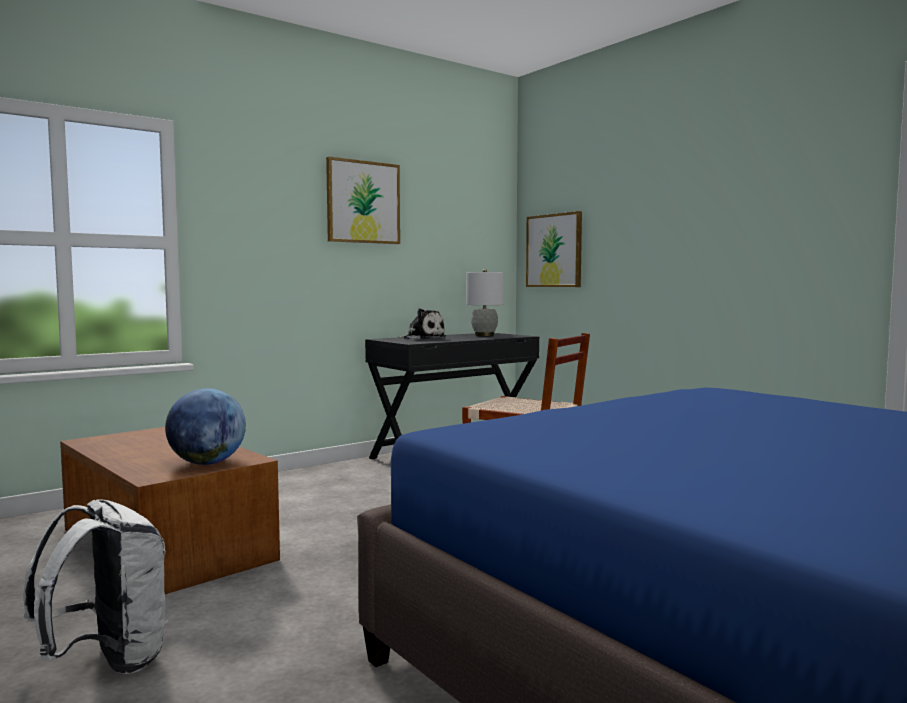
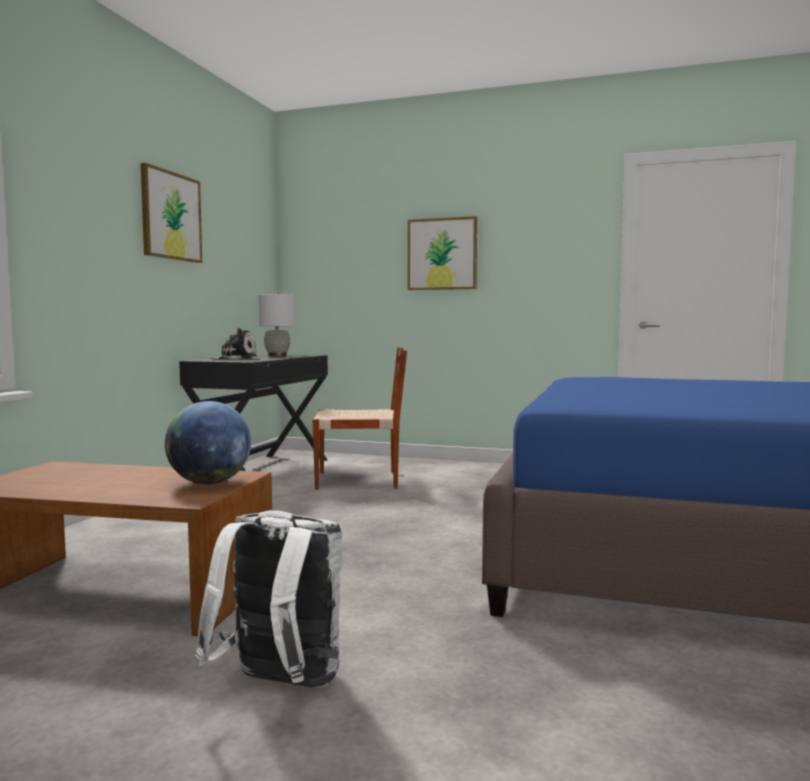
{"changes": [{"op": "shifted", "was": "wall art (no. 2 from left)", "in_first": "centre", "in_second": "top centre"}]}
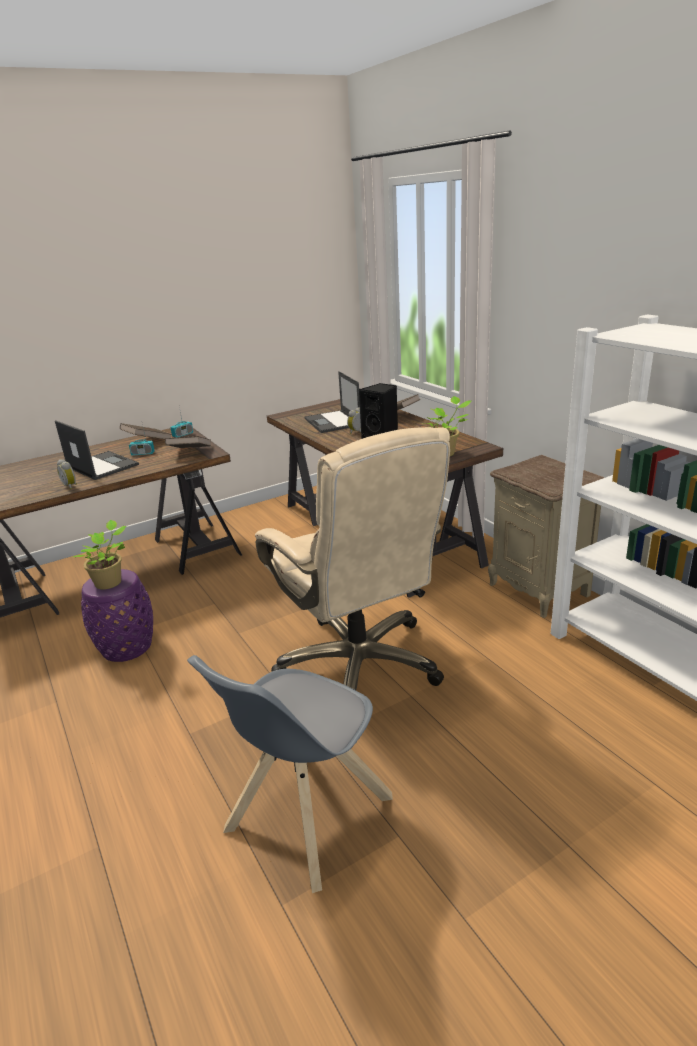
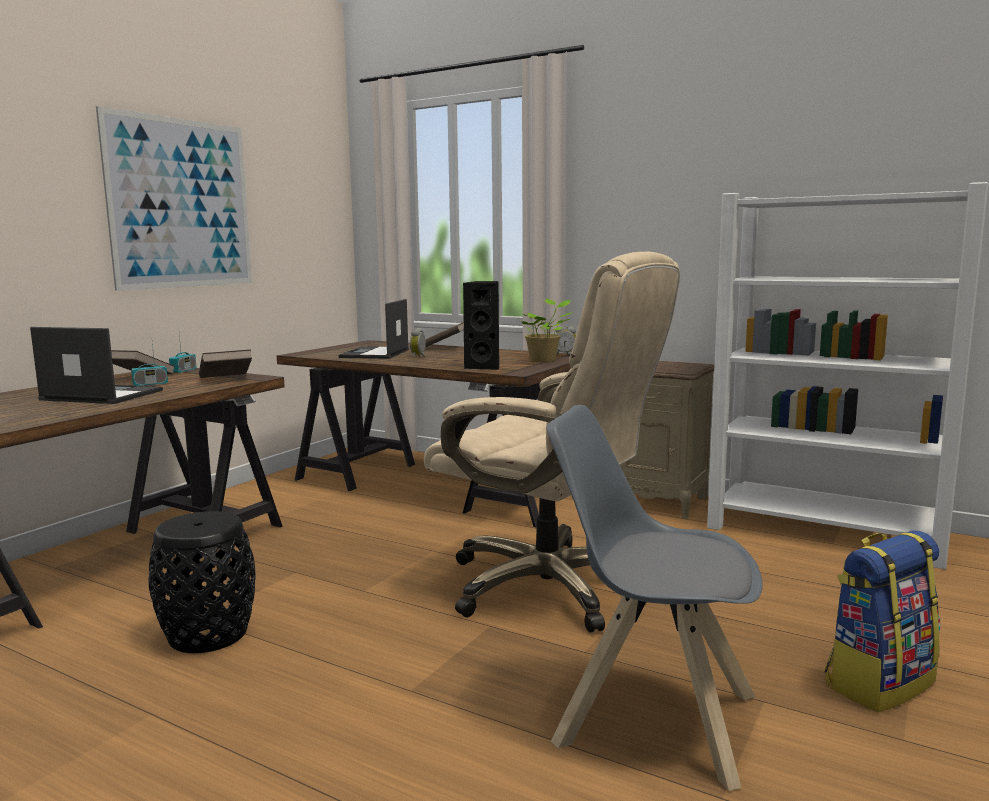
{"changes": [{"op": "gone", "was": "potted plant (no. 1 from left)", "in_first": "middle left"}, {"op": "new", "now": "wall art", "in_second": "top left"}, {"op": "new", "now": "backpack", "in_second": "bottom right"}, {"op": "shifted", "was": "bedside clock (no. 1 from left in the first image)", "now": "bedside clock (no. 2 from left)", "in_first": "middle left", "in_second": "centre"}, {"op": "repainted", "was": "purplish sitting stool", "now": "blackish sitting stool", "in_first": "middle left", "in_second": "bottom left"}, {"op": "rotated", "was": "greyish upright chair", "in_first": "bottom centre", "in_second": "bottom centre", "clockwise": 105}, {"op": "rotated", "was": "notebook computer (no. 2 from left)", "in_first": "centre", "in_second": "centre", "clockwise": 60}]}
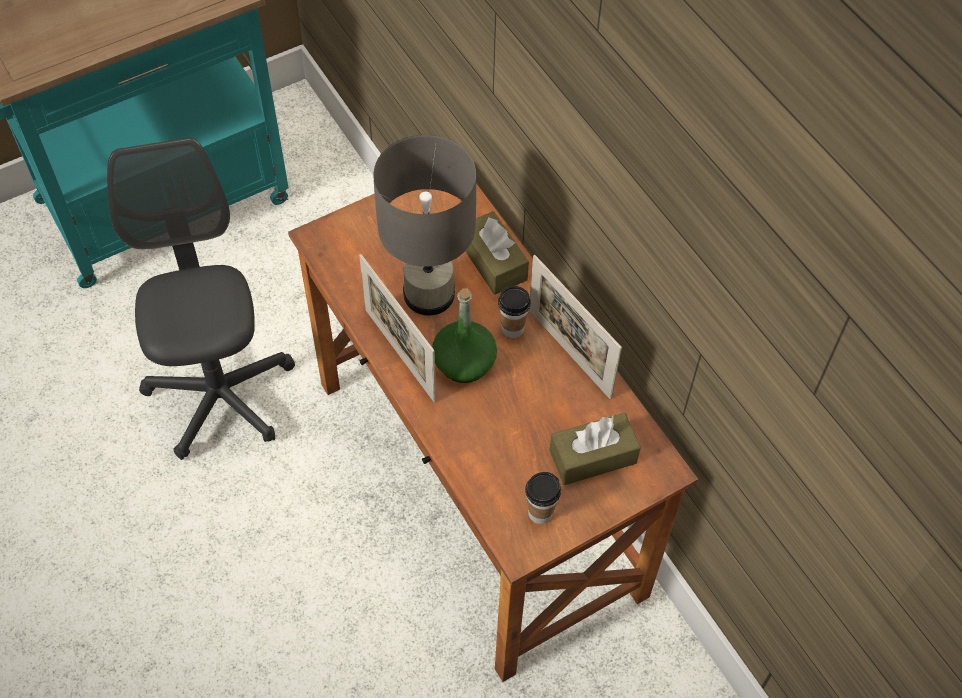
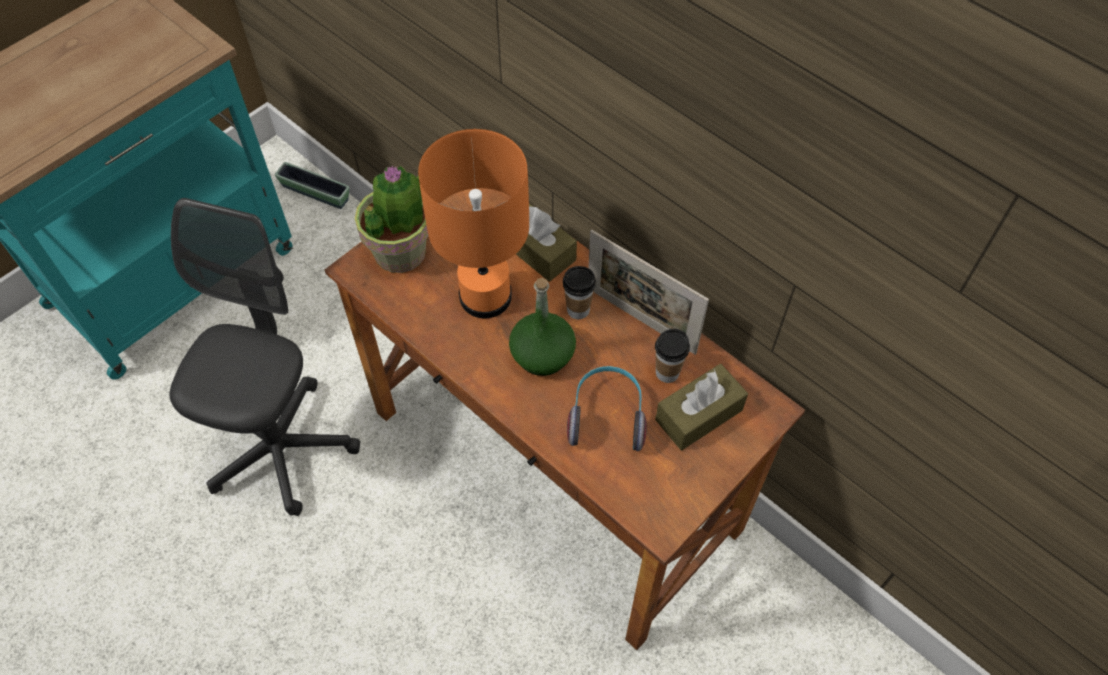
{"changes": [{"op": "gone", "was": "photo frame (no. 1 from left)", "in_first": "centre"}, {"op": "new", "now": "planter", "in_second": "top left"}, {"op": "new", "now": "potted plant", "in_second": "top centre"}, {"op": "new", "now": "pair of headphones", "in_second": "centre"}, {"op": "shifted", "was": "drinking cup (no. 2 from left)", "in_first": "bottom centre", "in_second": "centre"}, {"op": "repainted", "was": "greyish table lamp", "now": "orange-coloured table lamp", "in_first": "top centre", "in_second": "top centre"}, {"op": "rotated", "was": "greyish office chair", "in_first": "middle left", "in_second": "middle left", "clockwise": 45}]}
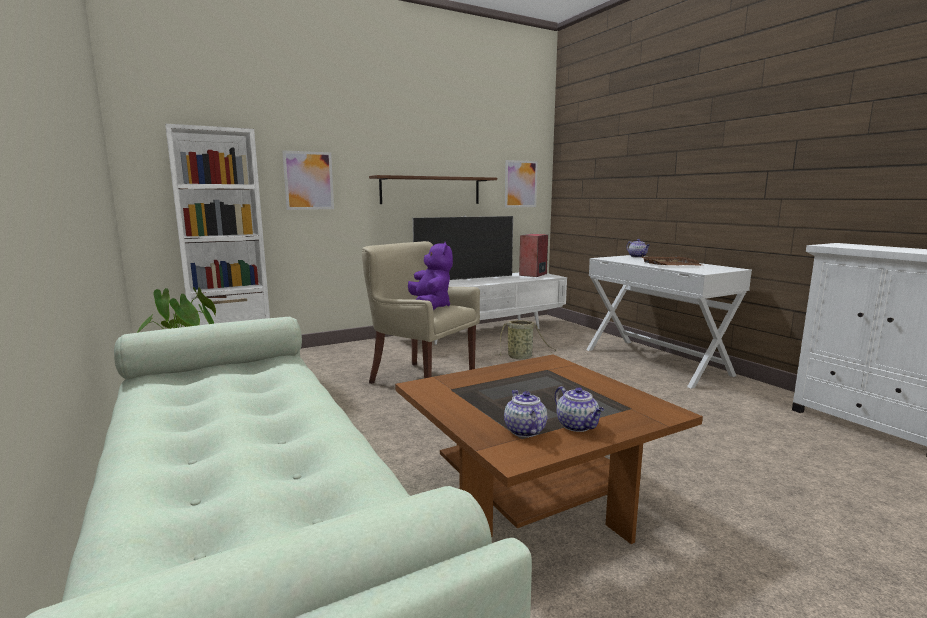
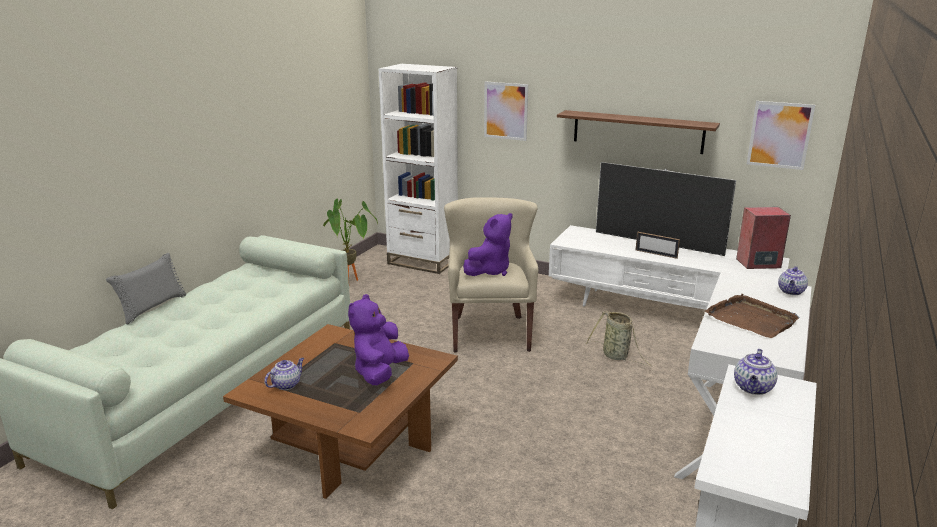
{"changes": [{"op": "new", "now": "greyish throw pillow", "in_second": "middle left"}, {"op": "new", "now": "purplish plush toy (no. 1 from left)", "in_second": "centre"}, {"op": "new", "now": "photo frame", "in_second": "middle right"}, {"op": "shifted", "was": "pot for tea (no. 2 from left)", "in_first": "centre", "in_second": "bottom right"}]}
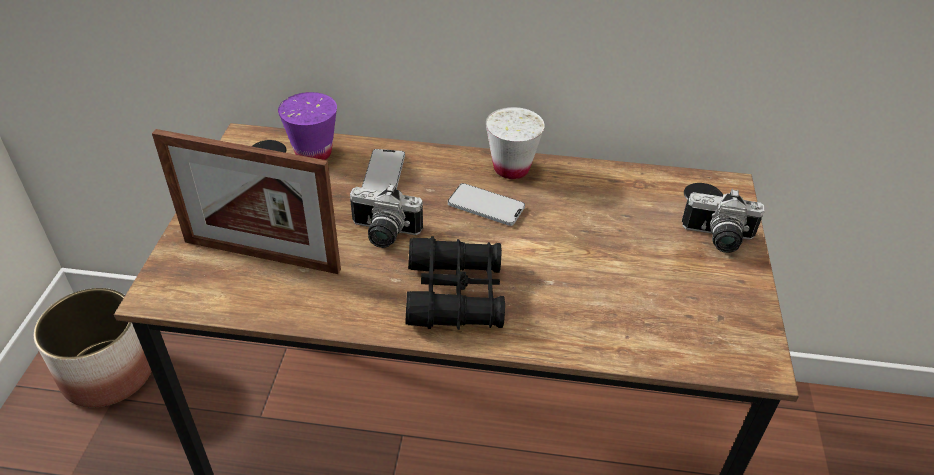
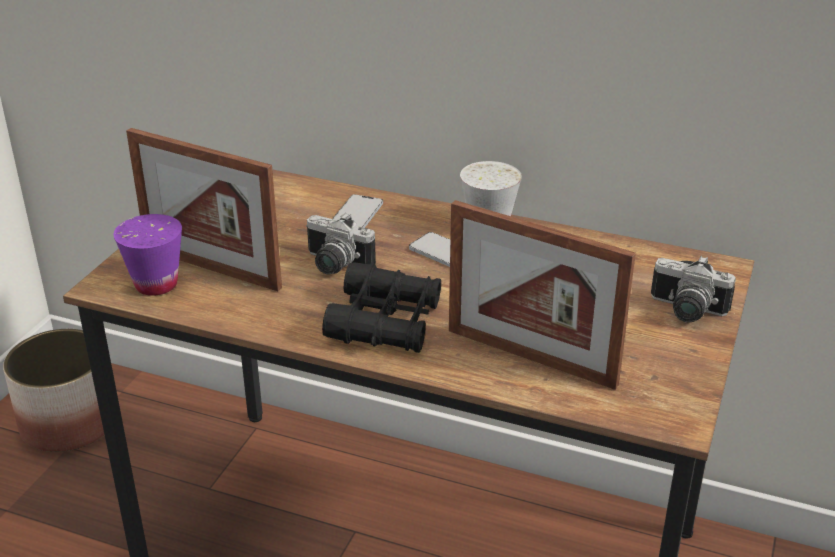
{"changes": [{"op": "new", "now": "photo frame (no. 2 from left)", "in_second": "centre"}, {"op": "shifted", "was": "purplish drinking cup", "in_first": "top left", "in_second": "middle left"}]}
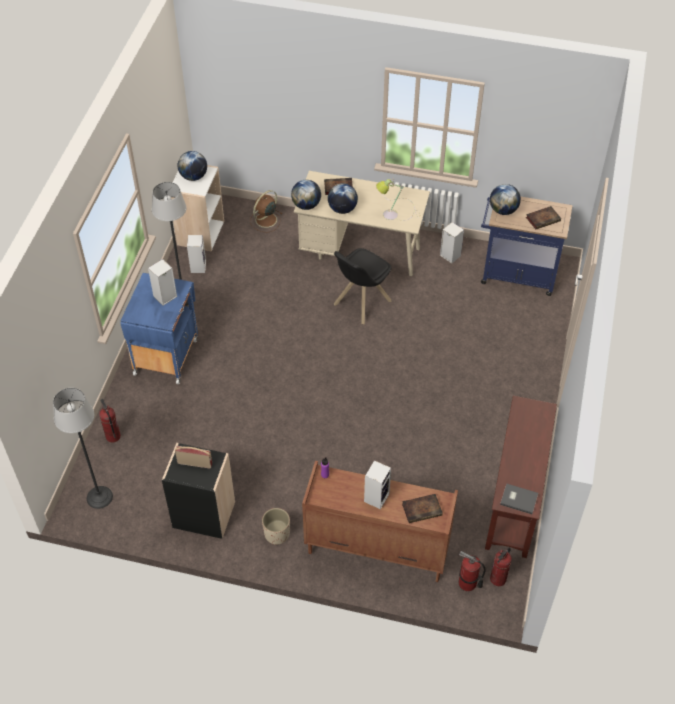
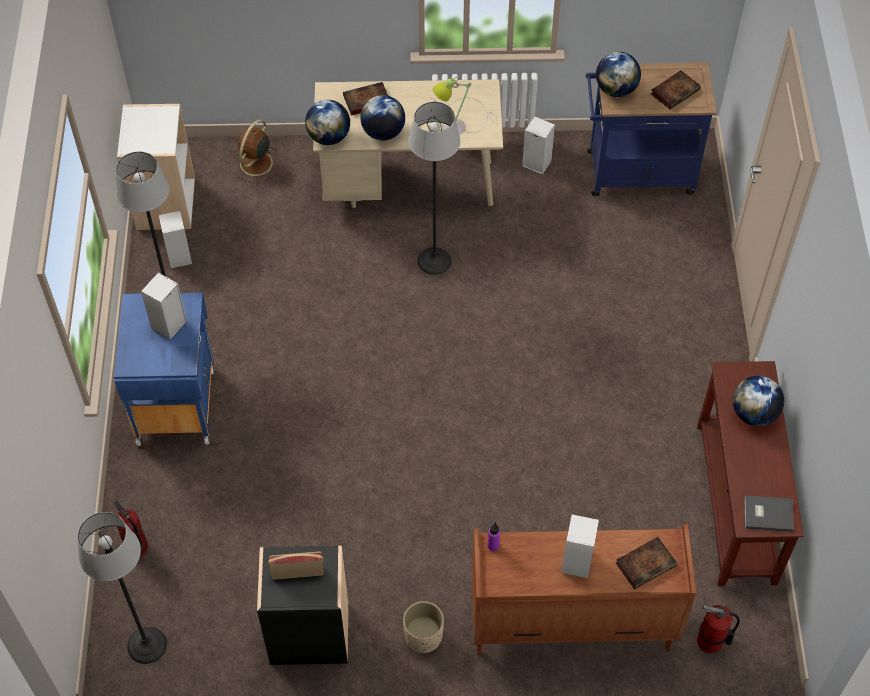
{"changes": [{"op": "gone", "was": "fire extinguisher (no. 3 from left)", "in_first": "bottom right"}, {"op": "shifted", "was": "world globe (no. 1 from left in the first image)", "now": "world globe (no. 4 from left)", "in_first": "top left", "in_second": "middle right"}, {"op": "swapped", "was": "blackish upright chair", "now": "standing lamp (no. 3 from left)", "in_first": "centre", "in_second": "top centre"}]}
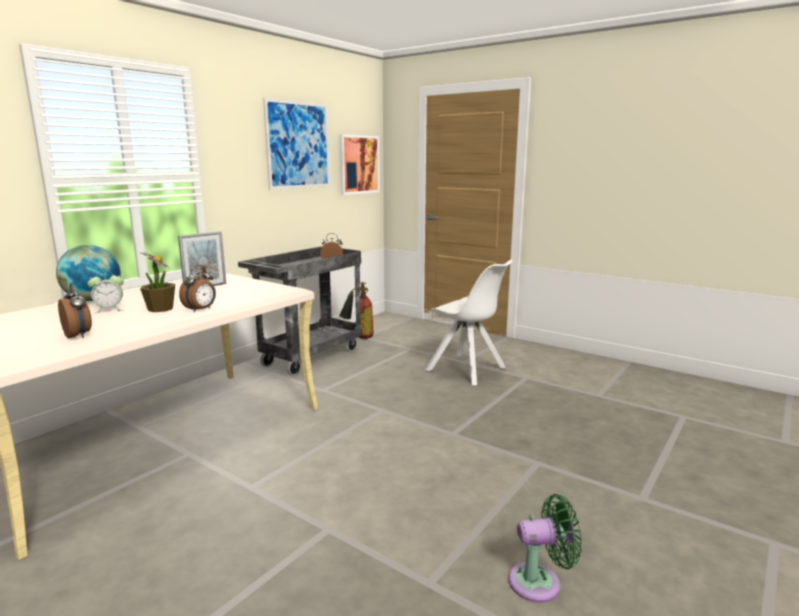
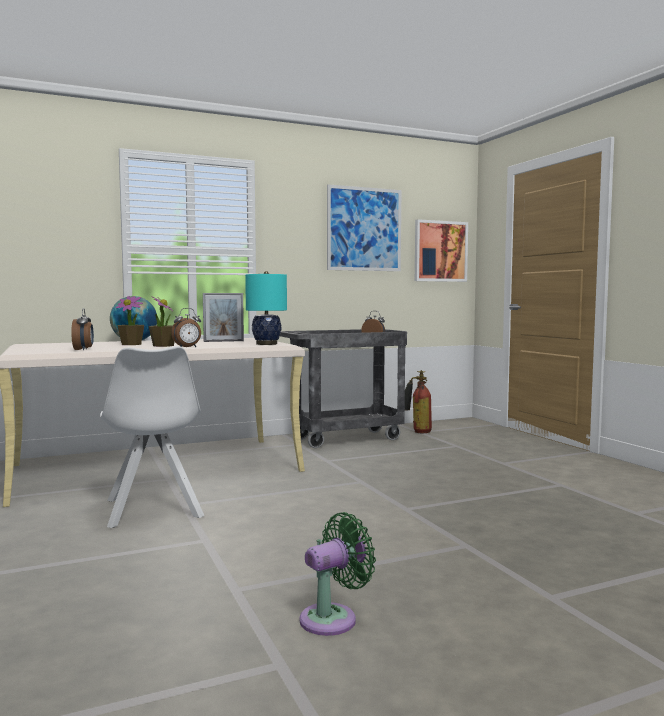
{"changes": [{"op": "new", "now": "blue-green table lamp", "in_second": "centre"}, {"op": "shifted", "was": "white upright chair", "in_first": "centre", "in_second": "middle left"}, {"op": "swapped", "was": "bedside clock (no. 2 from left)", "now": "potted plant (no. 1 from left)", "in_first": "middle left", "in_second": "middle left"}, {"op": "rotated", "was": "green electric fan", "in_first": "bottom right", "in_second": "bottom centre", "clockwise": -60}]}
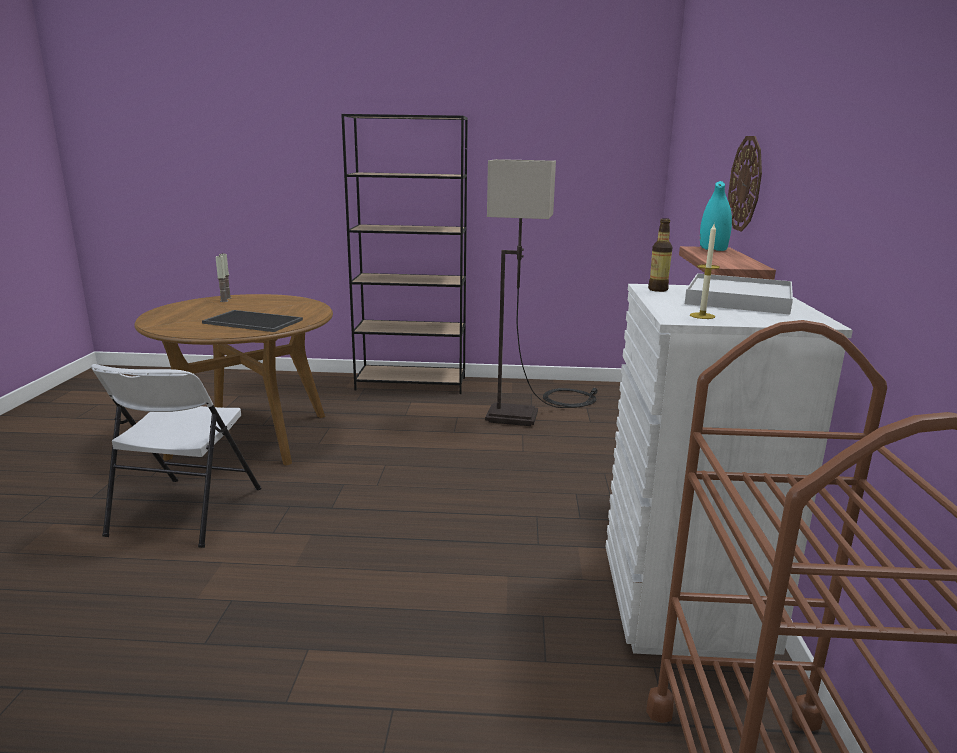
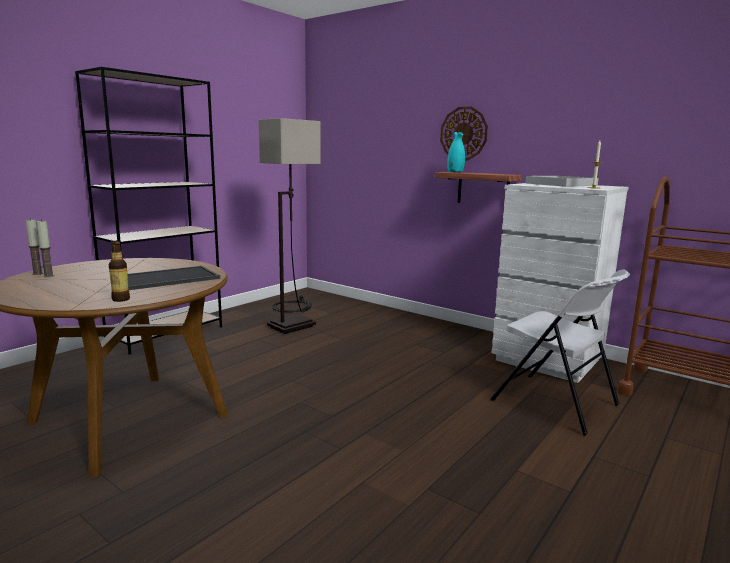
{"changes": [{"op": "shifted", "was": "white upright chair", "in_first": "middle left", "in_second": "middle right"}, {"op": "shifted", "was": "beverage bottle", "in_first": "middle right", "in_second": "middle left"}]}
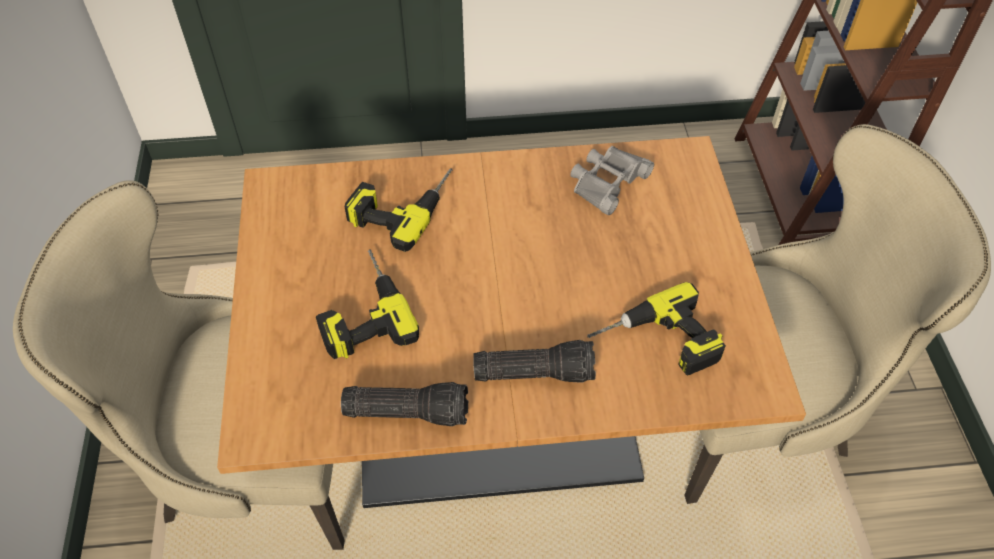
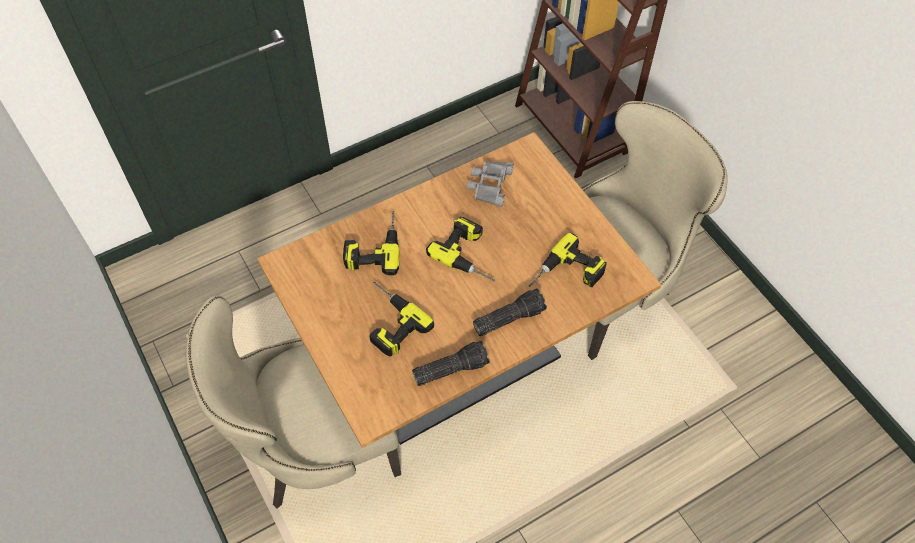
{"changes": [{"op": "new", "now": "electric drill (no. 3 from left)", "in_second": "centre"}]}
